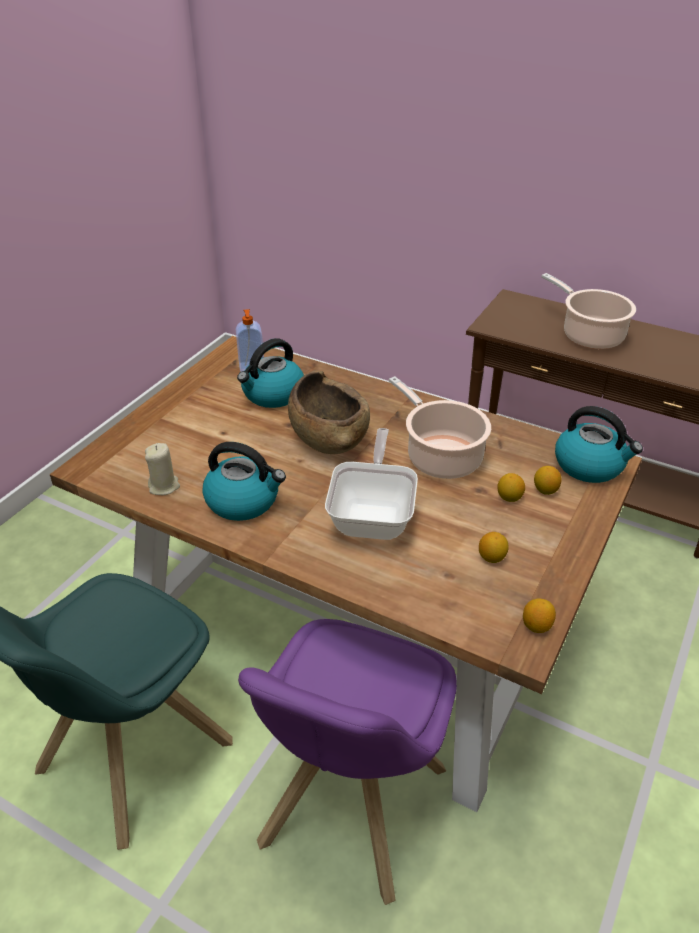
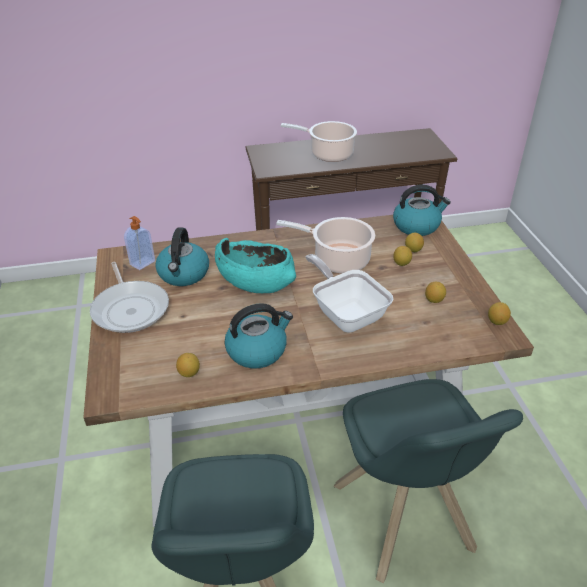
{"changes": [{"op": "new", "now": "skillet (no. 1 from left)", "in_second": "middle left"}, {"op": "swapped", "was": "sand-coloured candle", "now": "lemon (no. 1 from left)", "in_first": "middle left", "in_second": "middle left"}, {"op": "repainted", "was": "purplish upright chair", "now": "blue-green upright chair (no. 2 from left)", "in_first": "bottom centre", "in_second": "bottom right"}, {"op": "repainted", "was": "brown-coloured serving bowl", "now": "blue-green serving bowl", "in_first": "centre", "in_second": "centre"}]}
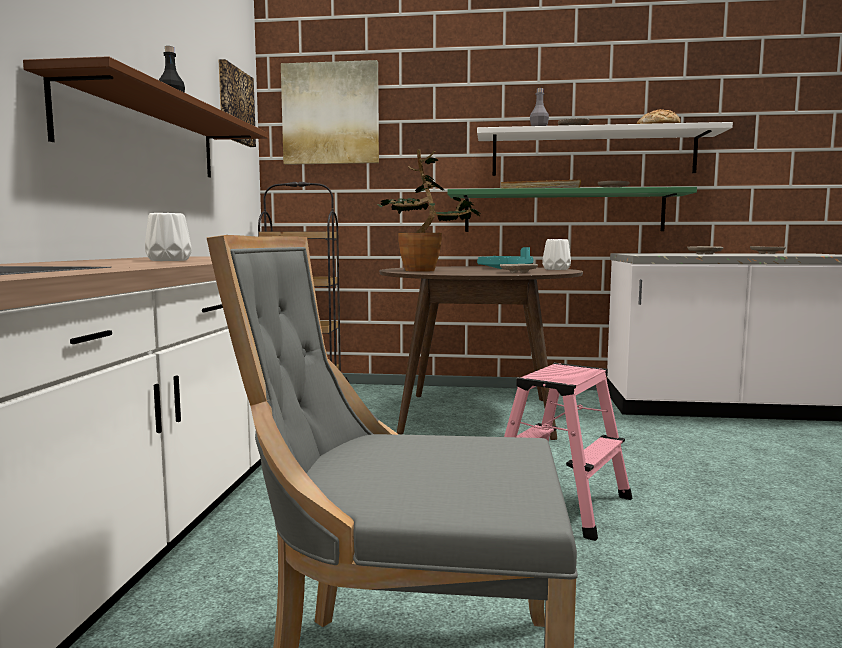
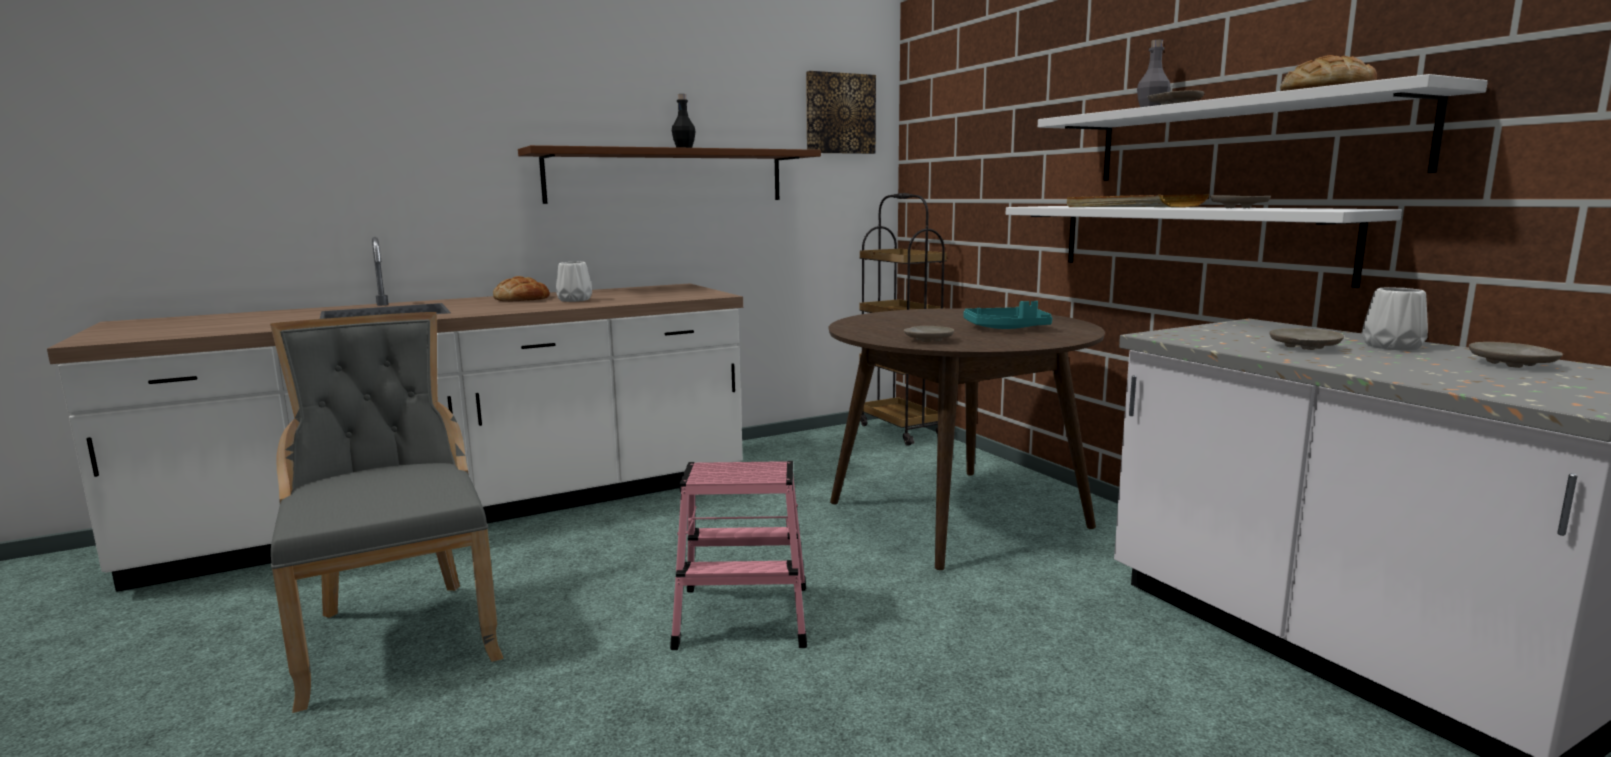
{"changes": [{"op": "gone", "was": "wall art (no. 2 from left)", "in_first": "top centre"}, {"op": "gone", "was": "potted plant", "in_first": "top centre"}, {"op": "new", "now": "baked bread (no. 1 from left)", "in_second": "middle left"}, {"op": "shifted", "was": "white vase (no. 2 from left)", "in_first": "centre", "in_second": "middle right"}, {"op": "repainted", "was": "green bracket shelf", "now": "white bracket shelf (no. 1 from left)", "in_first": "top right", "in_second": "top right"}]}
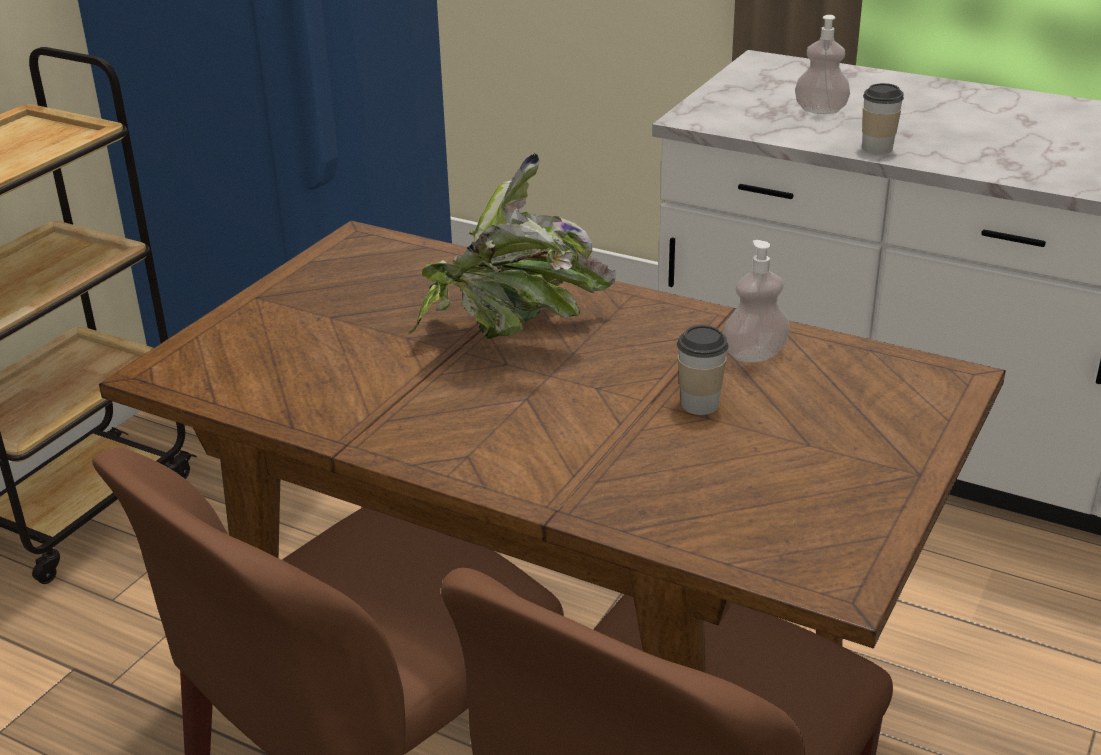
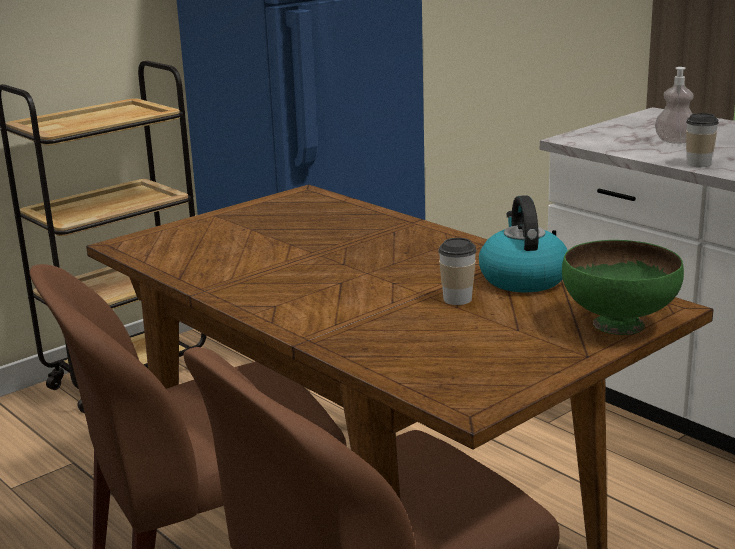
{"changes": [{"op": "gone", "was": "potted plant", "in_first": "top centre"}, {"op": "new", "now": "green serving bowl", "in_second": "middle right"}, {"op": "swapped", "was": "soap bottle (no. 1 from left)", "now": "tea kettle", "in_first": "middle right", "in_second": "middle right"}]}
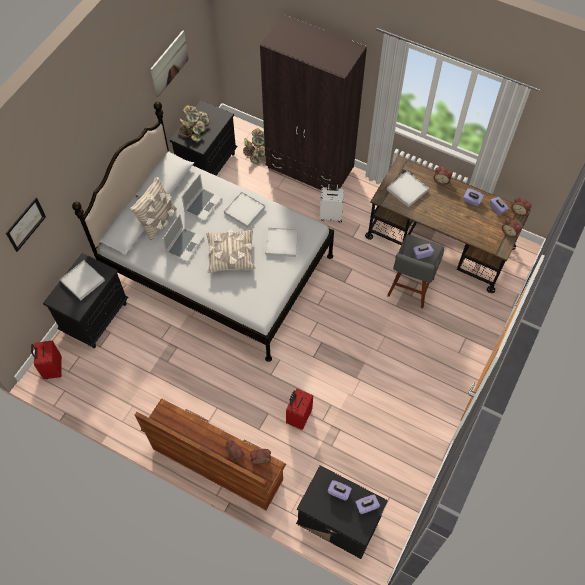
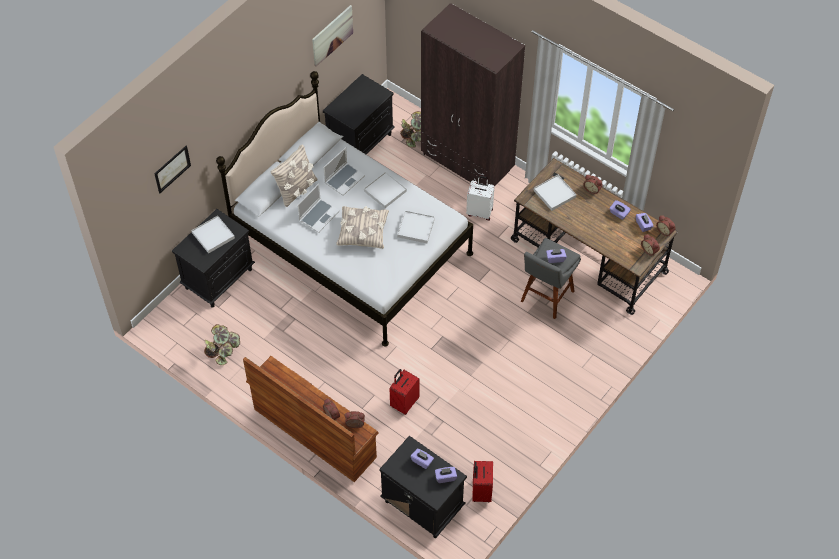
{"changes": [{"op": "shifted", "was": "reddish travel case (no. 1 from left in the first image)", "now": "reddish travel case (no. 2 from left)", "in_first": "middle left", "in_second": "bottom centre"}, {"op": "shifted", "was": "potted plant (no. 1 from left)", "in_first": "top left", "in_second": "middle left"}]}
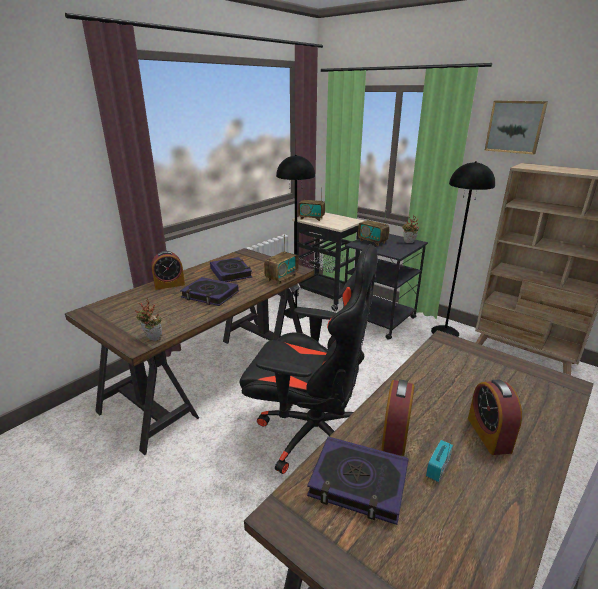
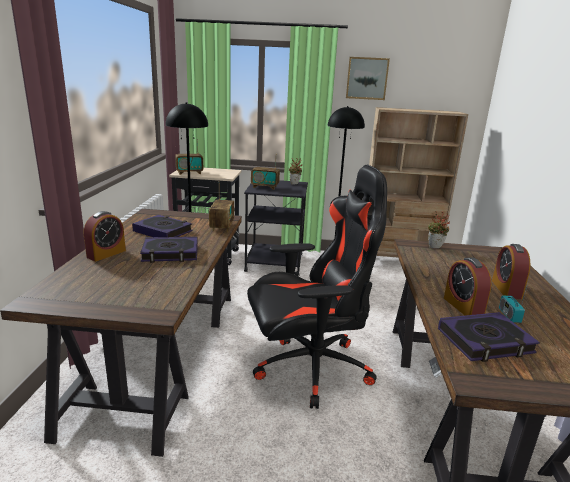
{"changes": [{"op": "shifted", "was": "potted plant (no. 1 from left in the first image)", "now": "potted plant (no. 2 from left)", "in_first": "middle left", "in_second": "middle right"}, {"op": "rotated", "was": "bedside clock (no. 3 from left)", "in_first": "bottom right", "in_second": "middle right", "clockwise": 45}]}
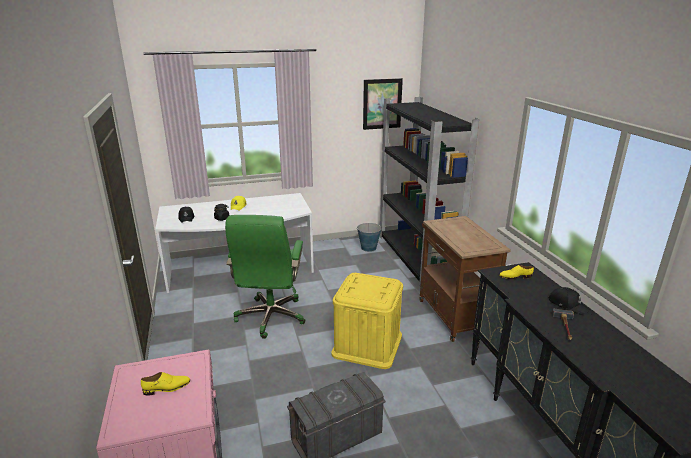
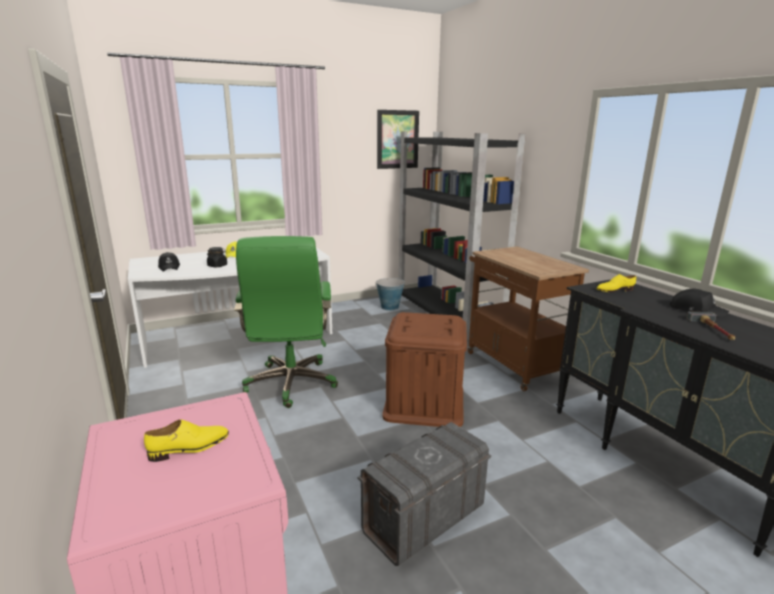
{"changes": [{"op": "repainted", "was": "yellow storage container", "now": "brown-coloured storage container", "in_first": "bottom centre", "in_second": "centre"}]}
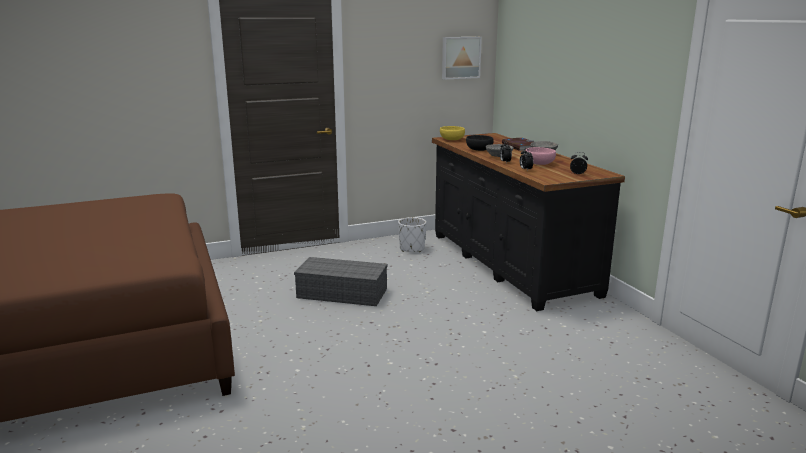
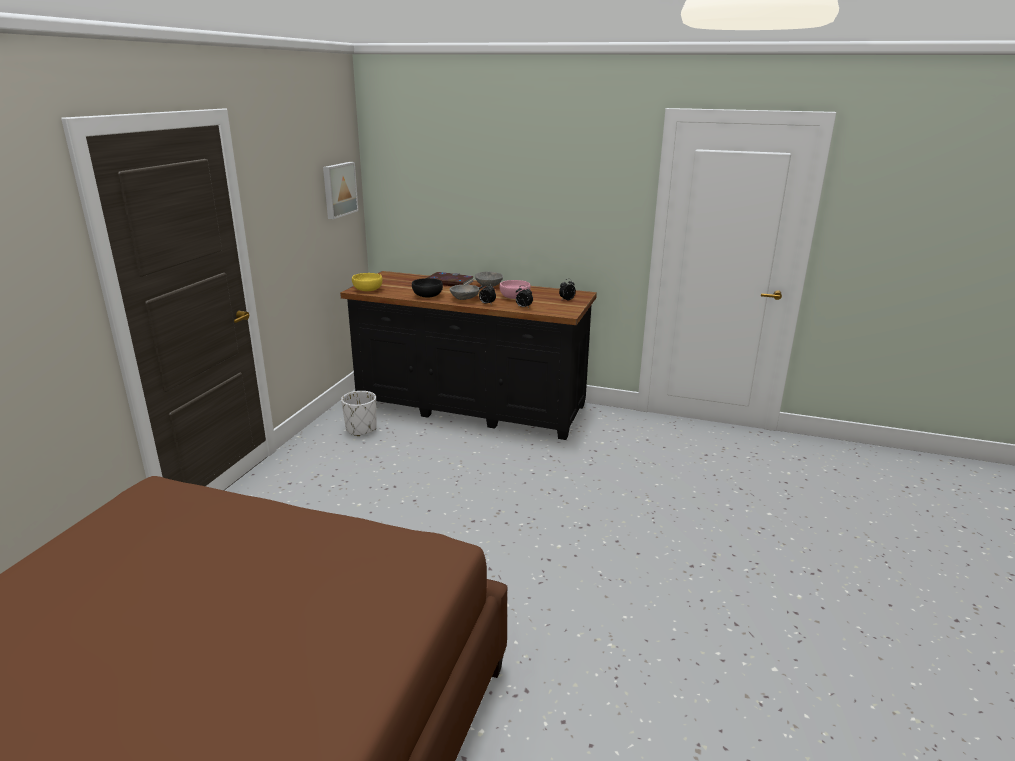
{"changes": [{"op": "gone", "was": "greyish storage container", "in_first": "centre"}]}
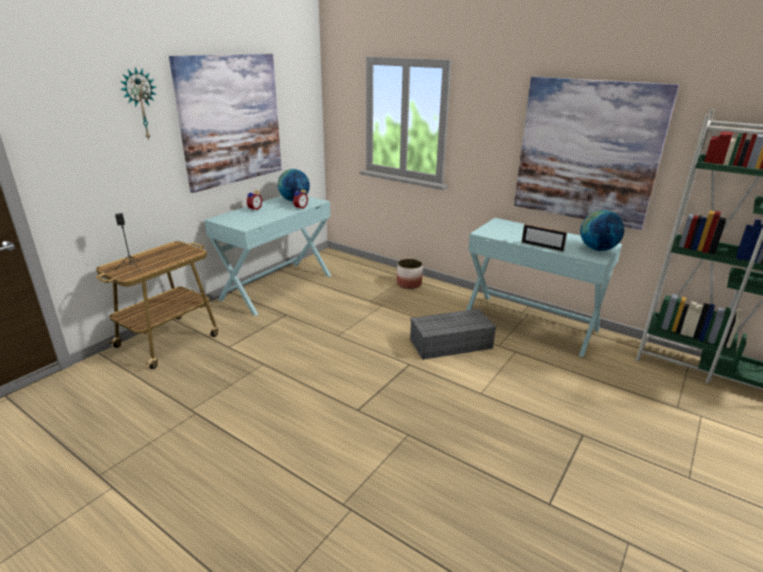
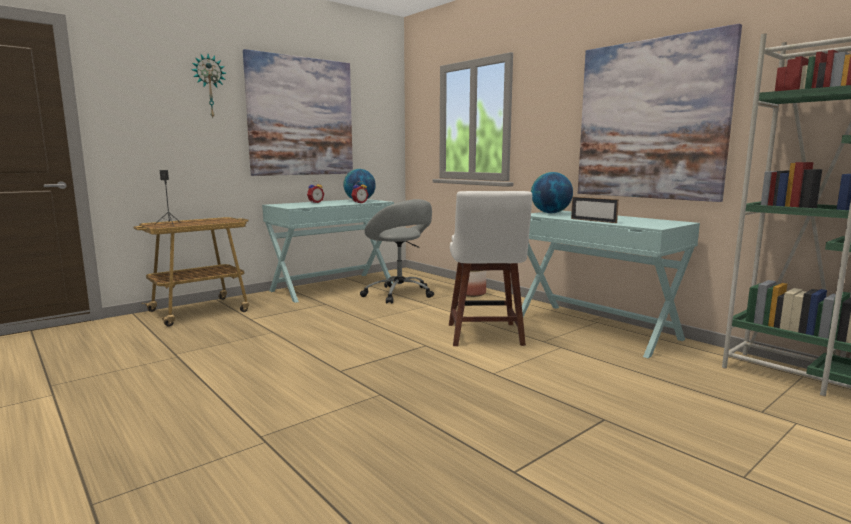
{"changes": [{"op": "new", "now": "greyish office chair", "in_second": "centre"}, {"op": "shifted", "was": "world globe (no. 2 from left)", "in_first": "middle right", "in_second": "centre"}, {"op": "swapped", "was": "greyish storage container", "now": "white sitting stool", "in_first": "centre", "in_second": "centre"}]}
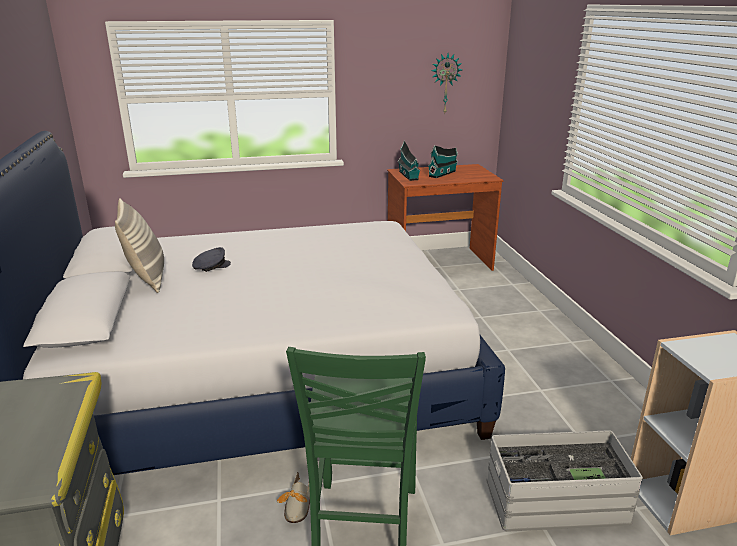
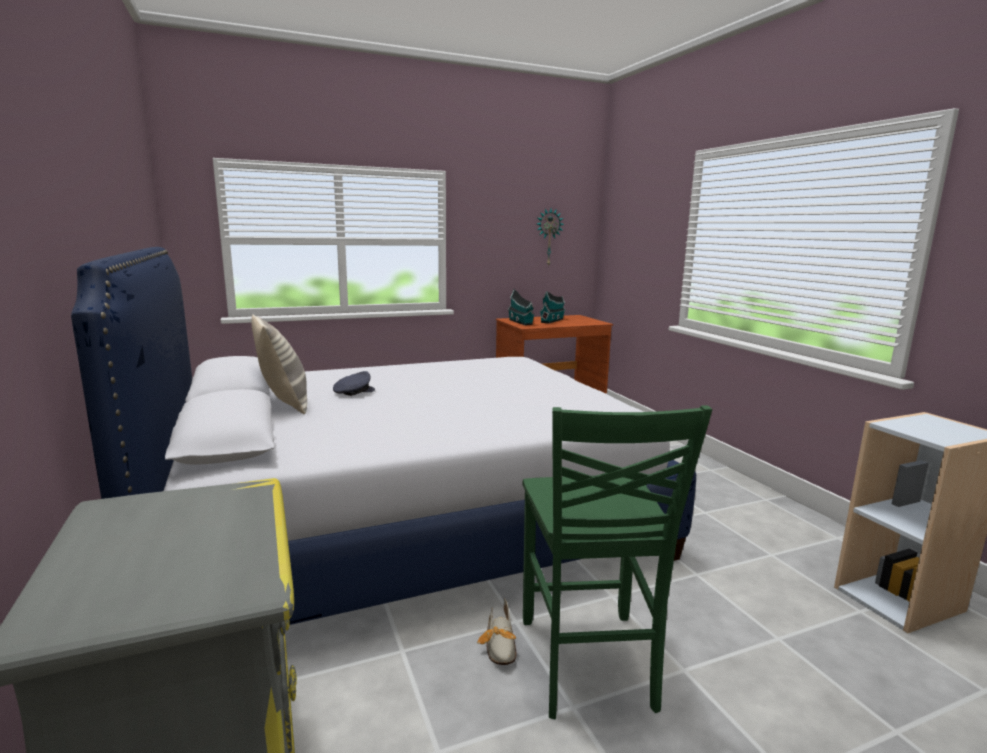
{"changes": [{"op": "gone", "was": "greyish storage container", "in_first": "bottom right"}]}
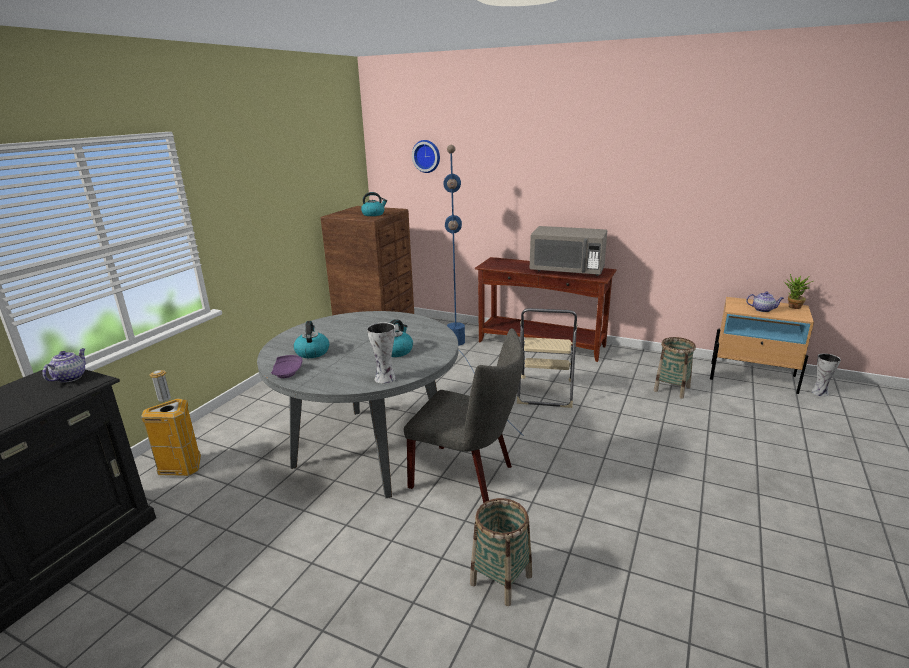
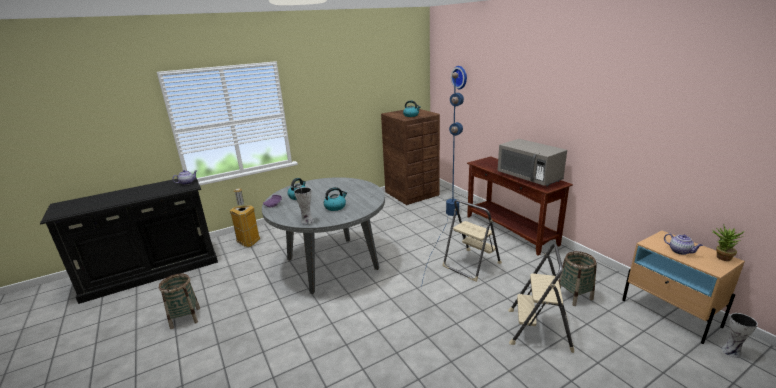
{"changes": [{"op": "gone", "was": "greyish upright chair", "in_first": "centre"}, {"op": "new", "now": "sand-coloured step stool (no. 2 from left)", "in_second": "bottom right"}, {"op": "shifted", "was": "basket (no. 1 from left)", "in_first": "bottom centre", "in_second": "bottom left"}]}
